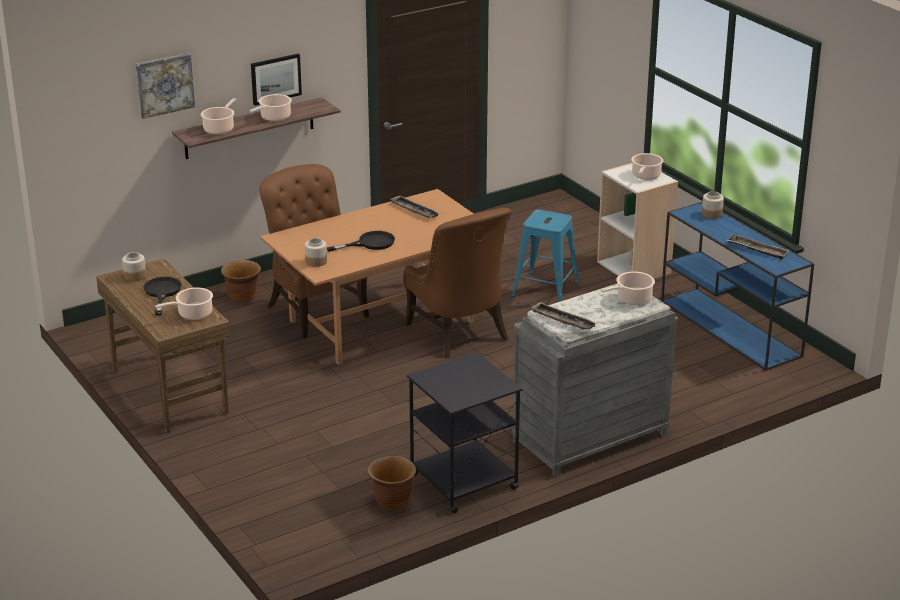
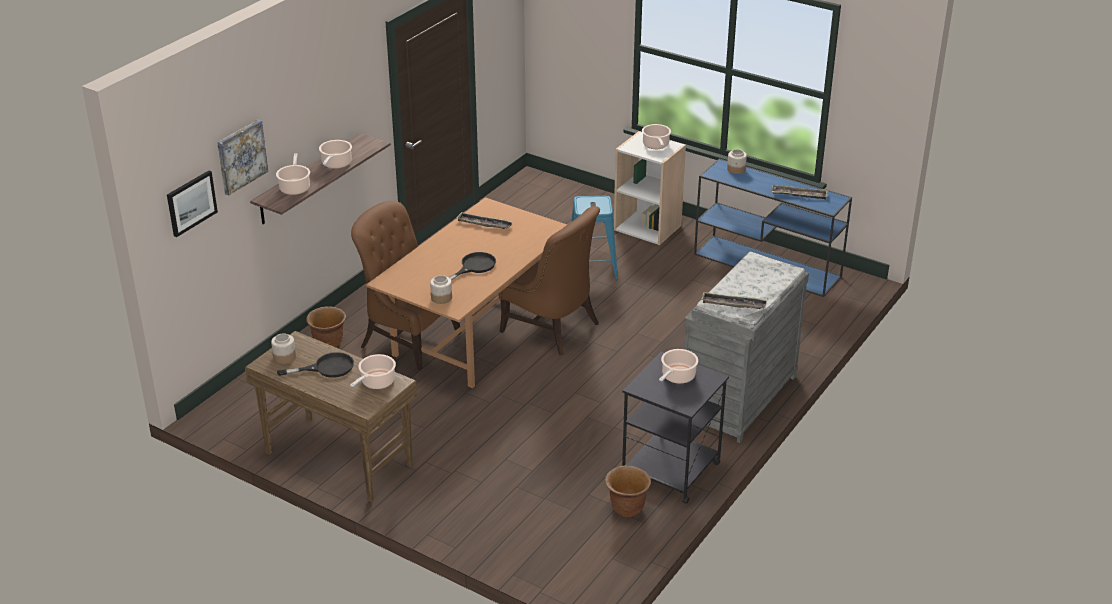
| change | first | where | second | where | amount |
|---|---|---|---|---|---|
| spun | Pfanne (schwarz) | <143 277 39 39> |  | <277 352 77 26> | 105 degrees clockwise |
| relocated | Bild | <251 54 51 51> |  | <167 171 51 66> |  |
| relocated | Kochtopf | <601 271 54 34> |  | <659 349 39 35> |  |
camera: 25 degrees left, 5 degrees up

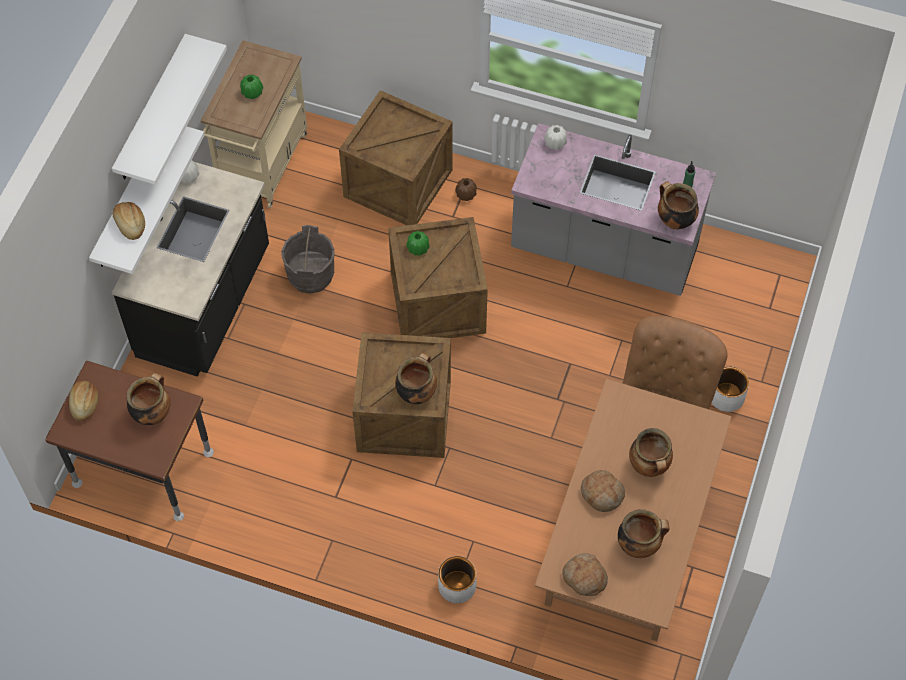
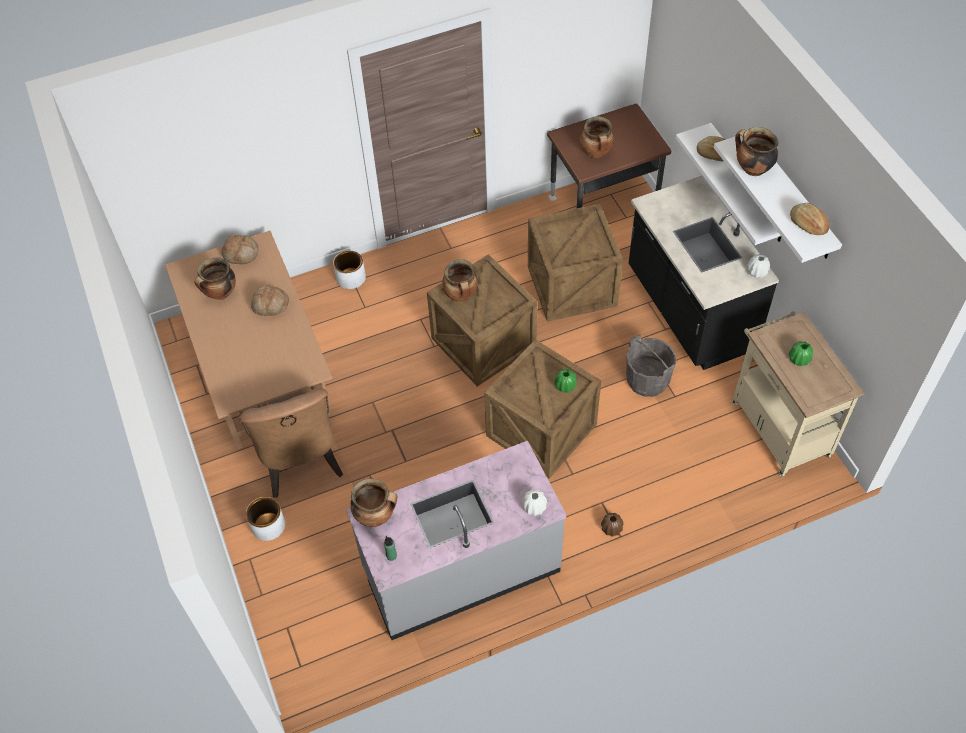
| change | first | where | second | where | amount |
|---|---|---|---|---|---|
| relocated | Brot | <69 380 29 41> |  | <790 203 40 32> |  |
| relocated | Kiste | <339 90 114 135> |  | <528 204 95 118> |  |
| relocated | Kochtopf | <629 428 44 49> |  | <735 127 43 49> |  |
camera: 140 degrees right, 5 degrees down

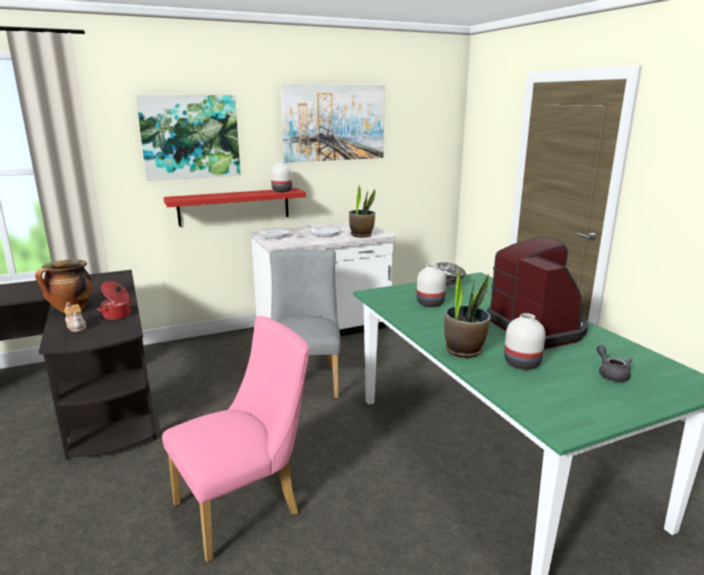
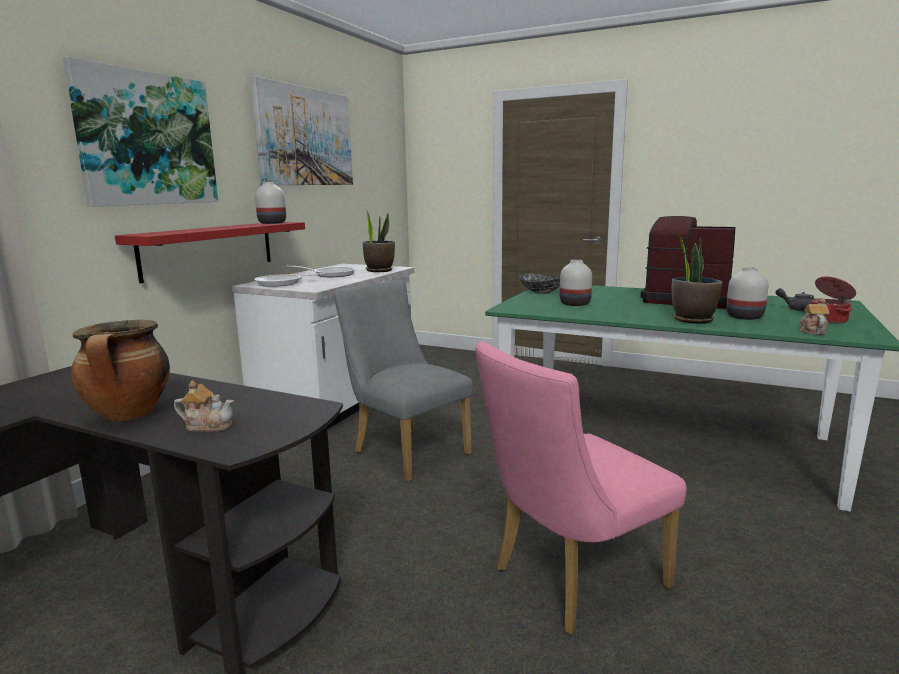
| change | first | where | second | where | amount |
|---|---|---|---|---|---|
| relocated | Kochtopf | <97 281 36 39> |  | <810 277 46 47> |  |
| spun | Stuhl (rosa) | <162 316 147 246> |  | <475 341 211 294> | 135 degrees counterclockwise |
| appeared |  |  | Teekanne | <799 298 31 37> |  |
camera: 40 degrees left, 5 degrees down

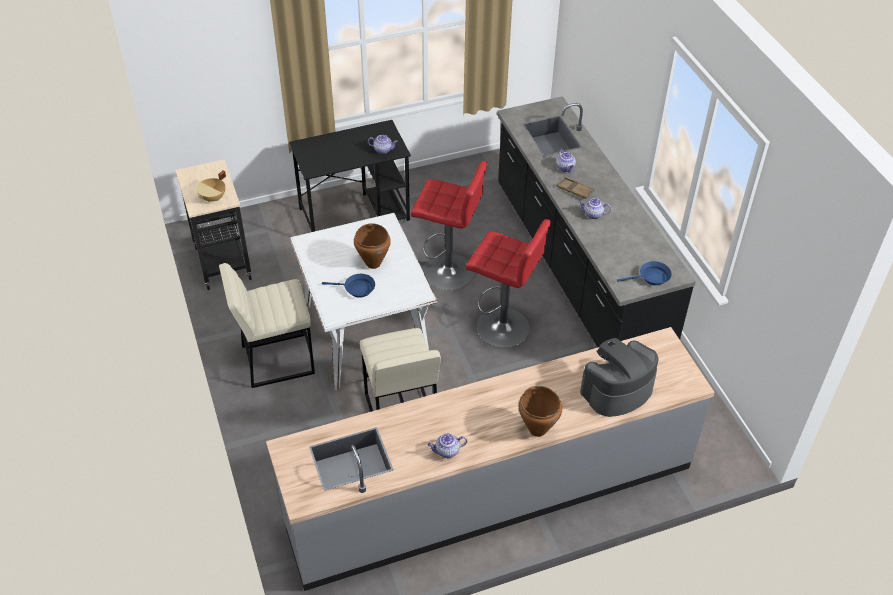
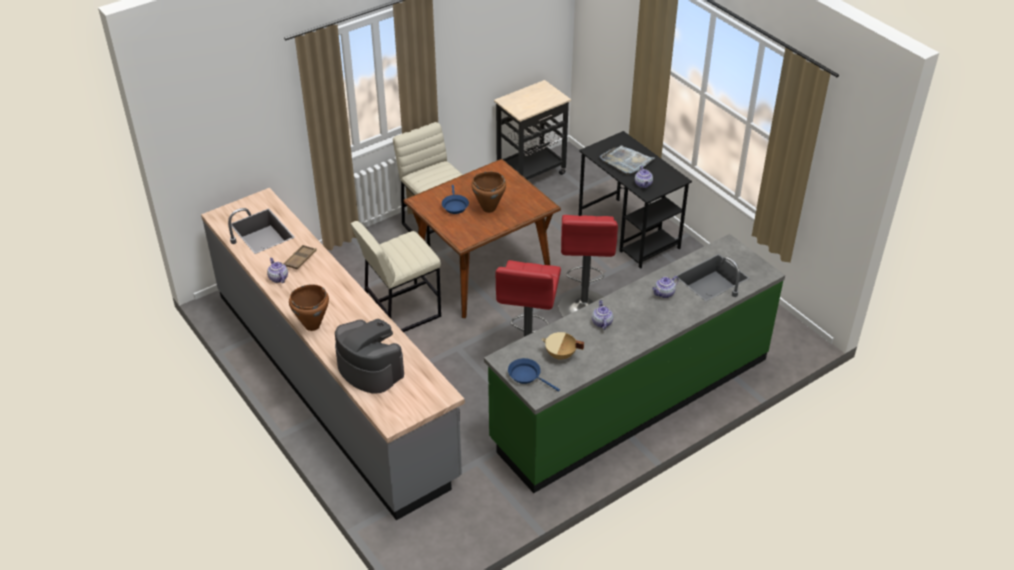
| change | first | where | second | where | amount |
|---|---|---|---|---|---|
| relocated | Kochtopf (beige) | <196 170 30 32> |  | <542 332 42 28> |  |
| colour | Esstisch (weiß) | <290 213 147 178> | Esstisch (braun) | <404 159 157 159> |  |
| colour | Küchenzeile (schwarz) | <497 96 199 252> | Küchenzeile (grün) | <484 234 301 259> |  |
| relocated | Tablett (braun) | <556 177 39 22> |  | <284 245 33 25> |  |
| spun | Pfanne (blau) | <617 261 55 24> |  | <508 358 52 33> | 150 degrees clockwise |
| appeared |  |  | Tablett (grau) | <600 145 55 30> |  |
camera: 75 degrees right, 5 degrees down

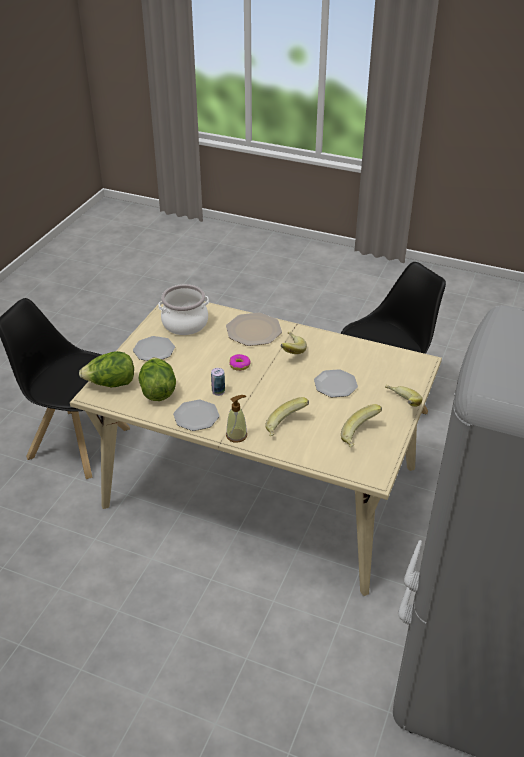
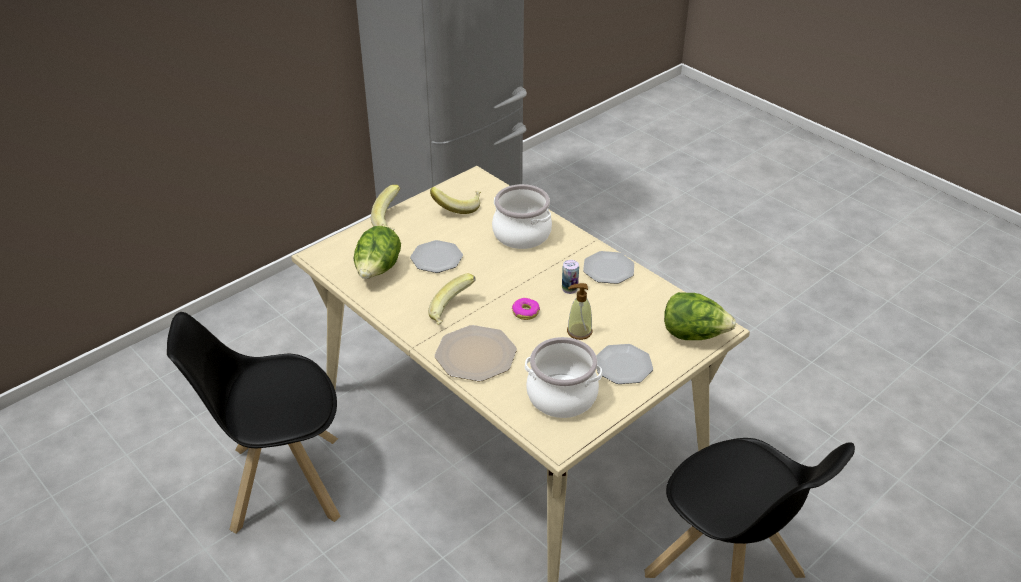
| change | first | where | second | where | amount |
|---|---|---|---|---|---|
| relocated | Salatkopf | <138 357 38 44> |  | <354 226 47 53> |  |
| relocated | Seifenspender | <226 395 21 48> |  | <567 283 26 57> |  |
| exchanged | Banane | <265 397 44 39> | Kochtopf | <492 184 60 65> |  |
camera: 155 degrees left, 0 degrees up

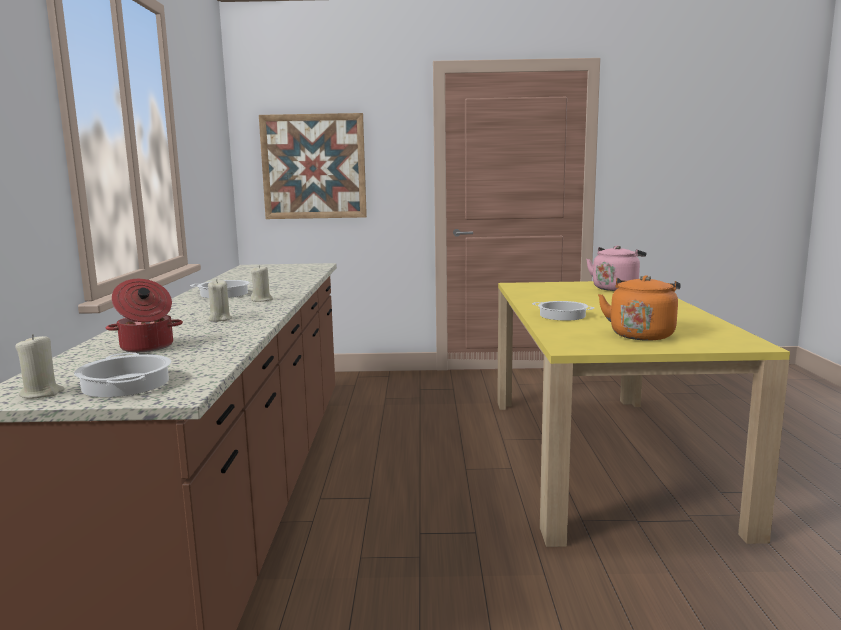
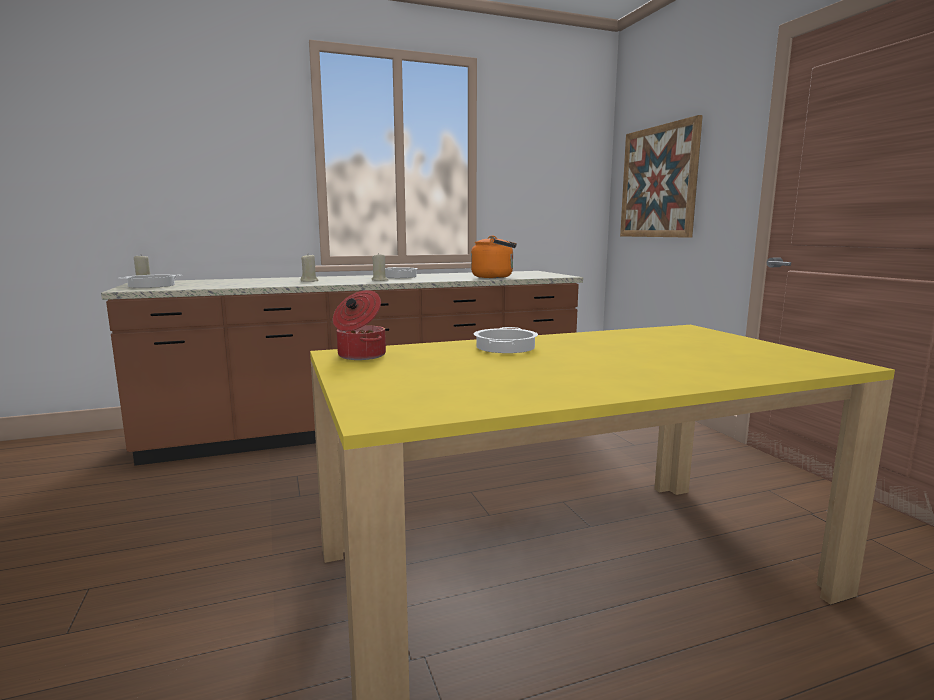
| change | first | where | second | where | amount |
|---|---|---|---|---|---|
| relocated | Kochtopf | <106 279 77 73> |  | <333 290 53 70> |  |
| missing | Wasserkessel (rosa) | <586 245 60 46> |  |  |  |
| relocated | Wasserkessel (orange) | <598 275 83 66> |  | <471 235 46 43> |  |
camera: 70 degrees right, 0 degrees up

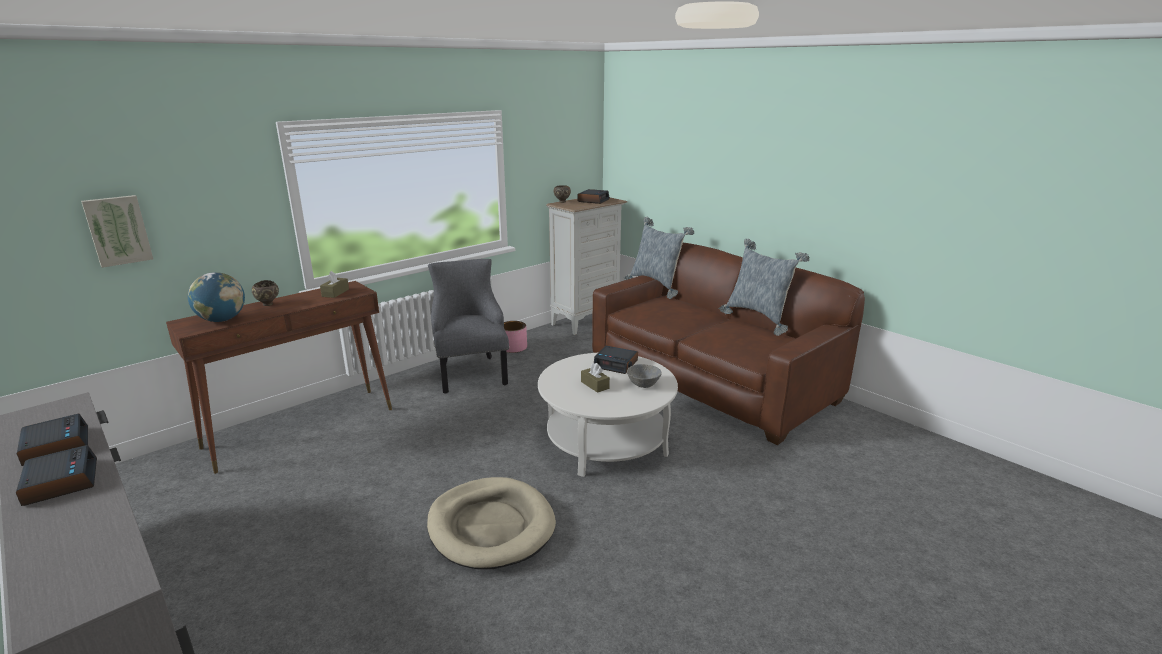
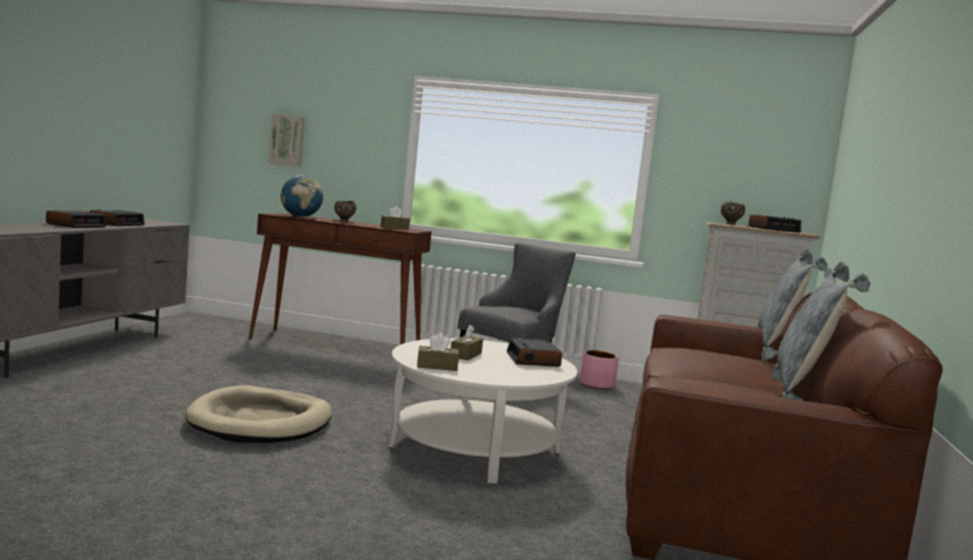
| change | first | where | second | where | amount |
|---|---|---|---|---|---|
| missing | Schüssel (grau) | <627 364 35 24> |  |  |  |
| appeared |  |  | Taschentuchbox (braun) | <417 333 42 38> |  |
camera: 55 degrees right, 15 degrees down

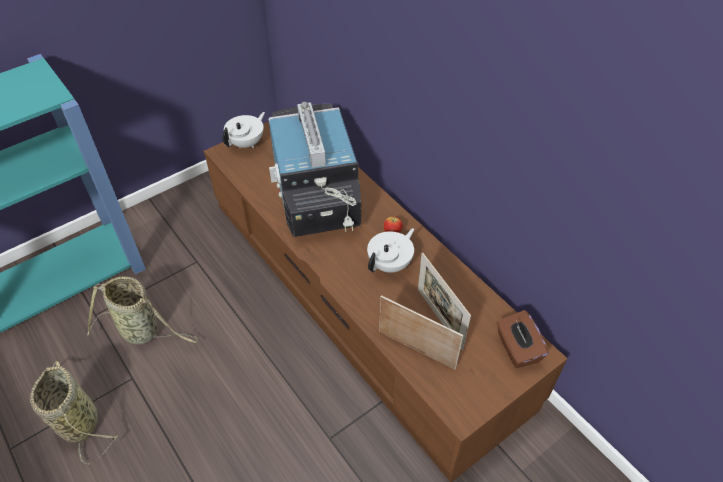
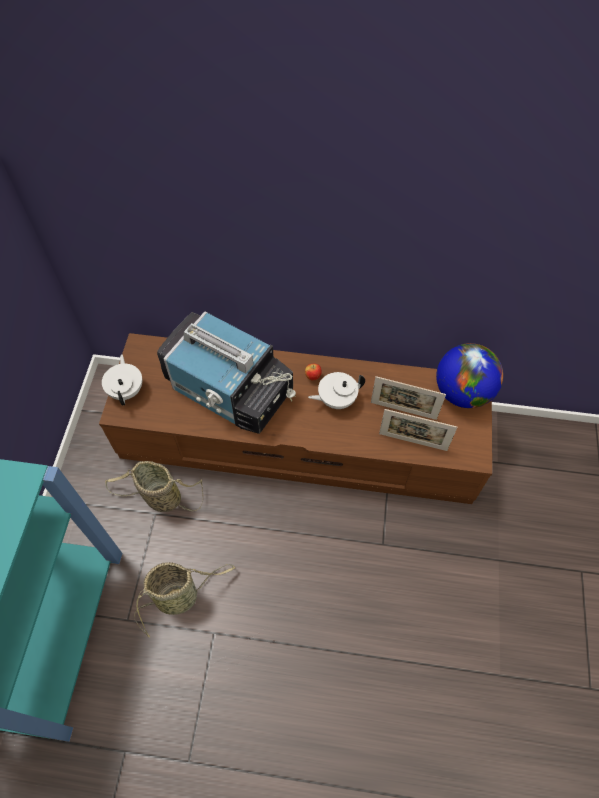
| change | first | where | second | where | amount |
|---|---|---|---|---|---|
| relocated | Korb | <30 361 88 103> |  | <105 461 98 51> |  |
| spun | Teekanne (weiß) | <367 228 47 45> |  | <308 372 57 37> | 105 degrees counterclockwise |
| spun | Bilderrahmen | <379 295 84 75> |  | <379 409 78 42> | 150 degrees counterclockwise |
| exchanged | Taschentuchbox (braun) | <496 310 53 58> | Globus | <436 343 67 65> |  |
camera: 45 degrees left, 10 degrees up

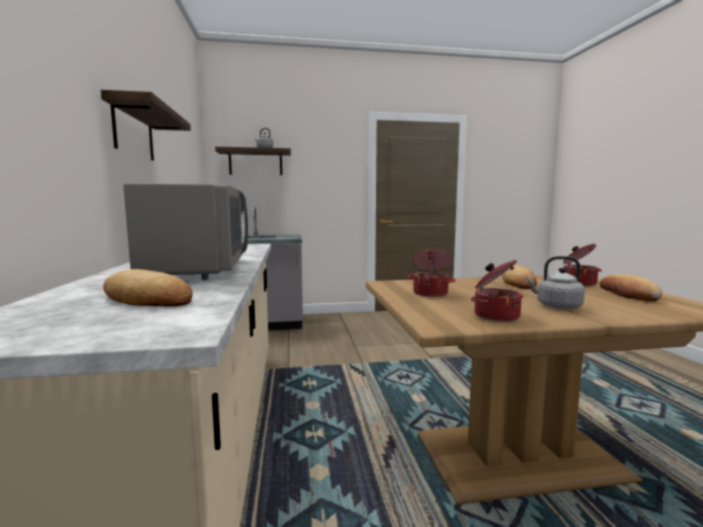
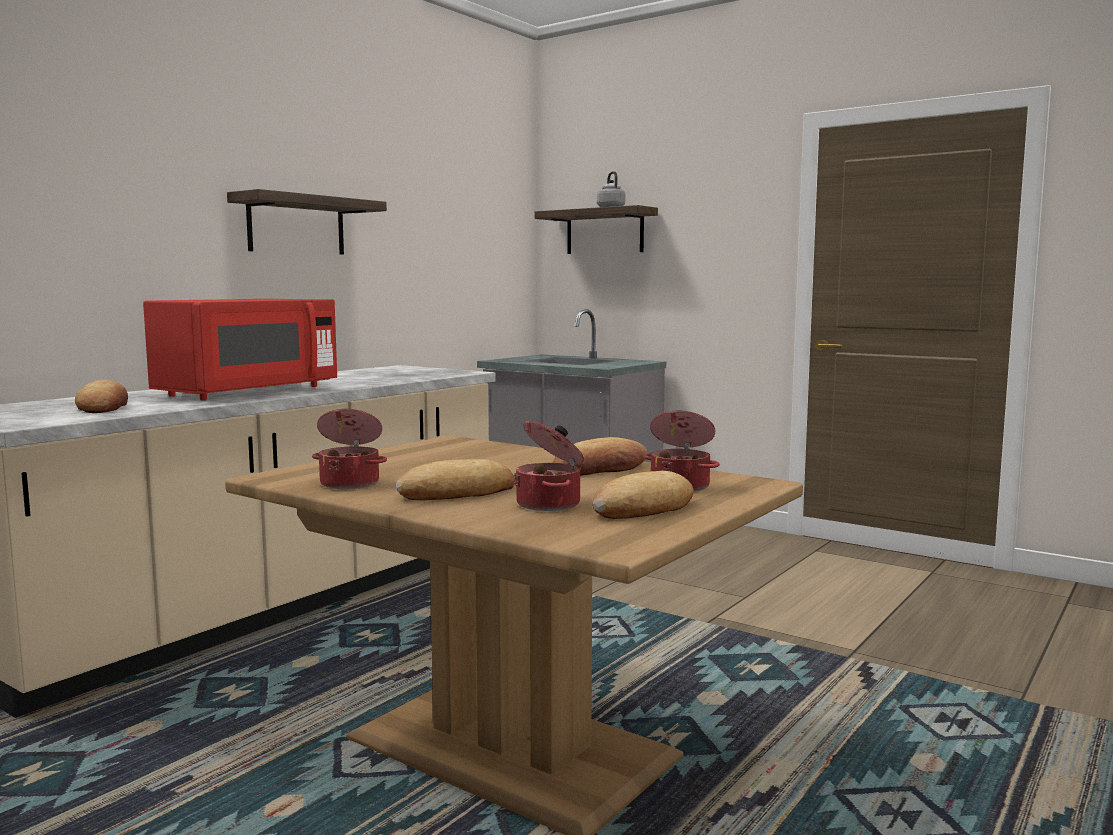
| change | first | where | second | where | amount |
|---|---|---|---|---|---|
| colour | Mikrowelle (grau) | <123 183 125 97> | Mikrowelle (rot) | <143 299 194 101> |  |
| relocated | Kochtopf | <408 249 48 48> |  | <514 421 70 90> |  |
| exchanged | Wasserkessel (grau) | <526 256 59 53> | Brot | <396 459 119 41> |  |
camera: 45 degrees right, 0 degrees up

